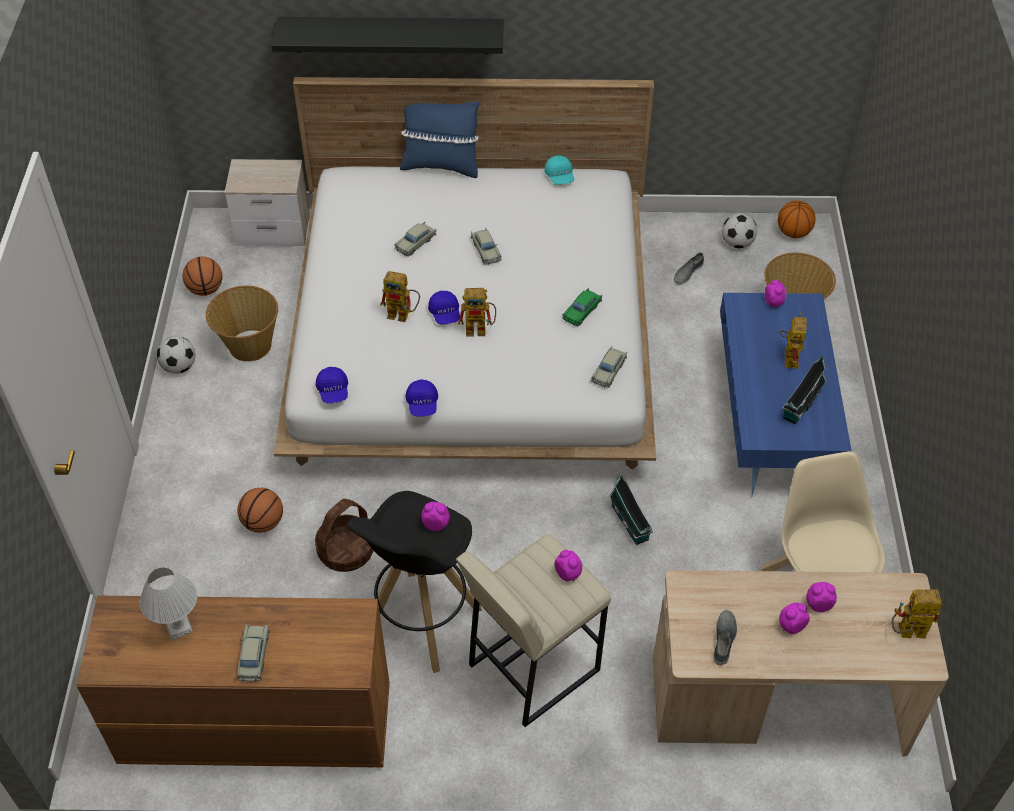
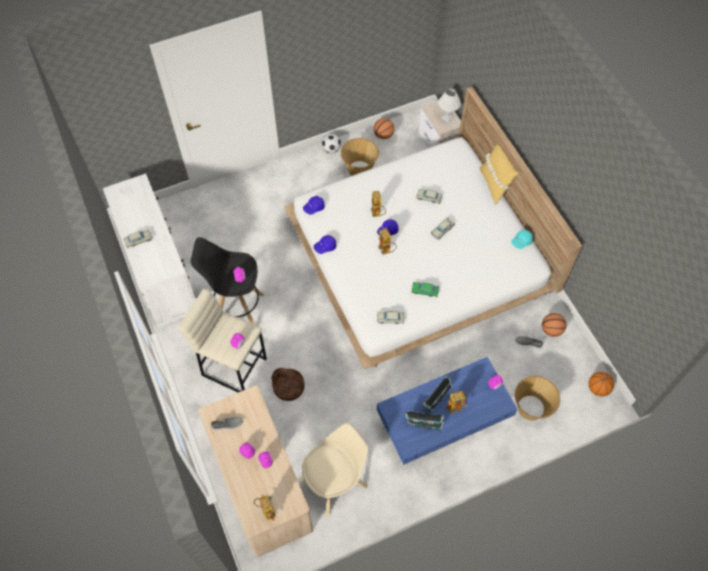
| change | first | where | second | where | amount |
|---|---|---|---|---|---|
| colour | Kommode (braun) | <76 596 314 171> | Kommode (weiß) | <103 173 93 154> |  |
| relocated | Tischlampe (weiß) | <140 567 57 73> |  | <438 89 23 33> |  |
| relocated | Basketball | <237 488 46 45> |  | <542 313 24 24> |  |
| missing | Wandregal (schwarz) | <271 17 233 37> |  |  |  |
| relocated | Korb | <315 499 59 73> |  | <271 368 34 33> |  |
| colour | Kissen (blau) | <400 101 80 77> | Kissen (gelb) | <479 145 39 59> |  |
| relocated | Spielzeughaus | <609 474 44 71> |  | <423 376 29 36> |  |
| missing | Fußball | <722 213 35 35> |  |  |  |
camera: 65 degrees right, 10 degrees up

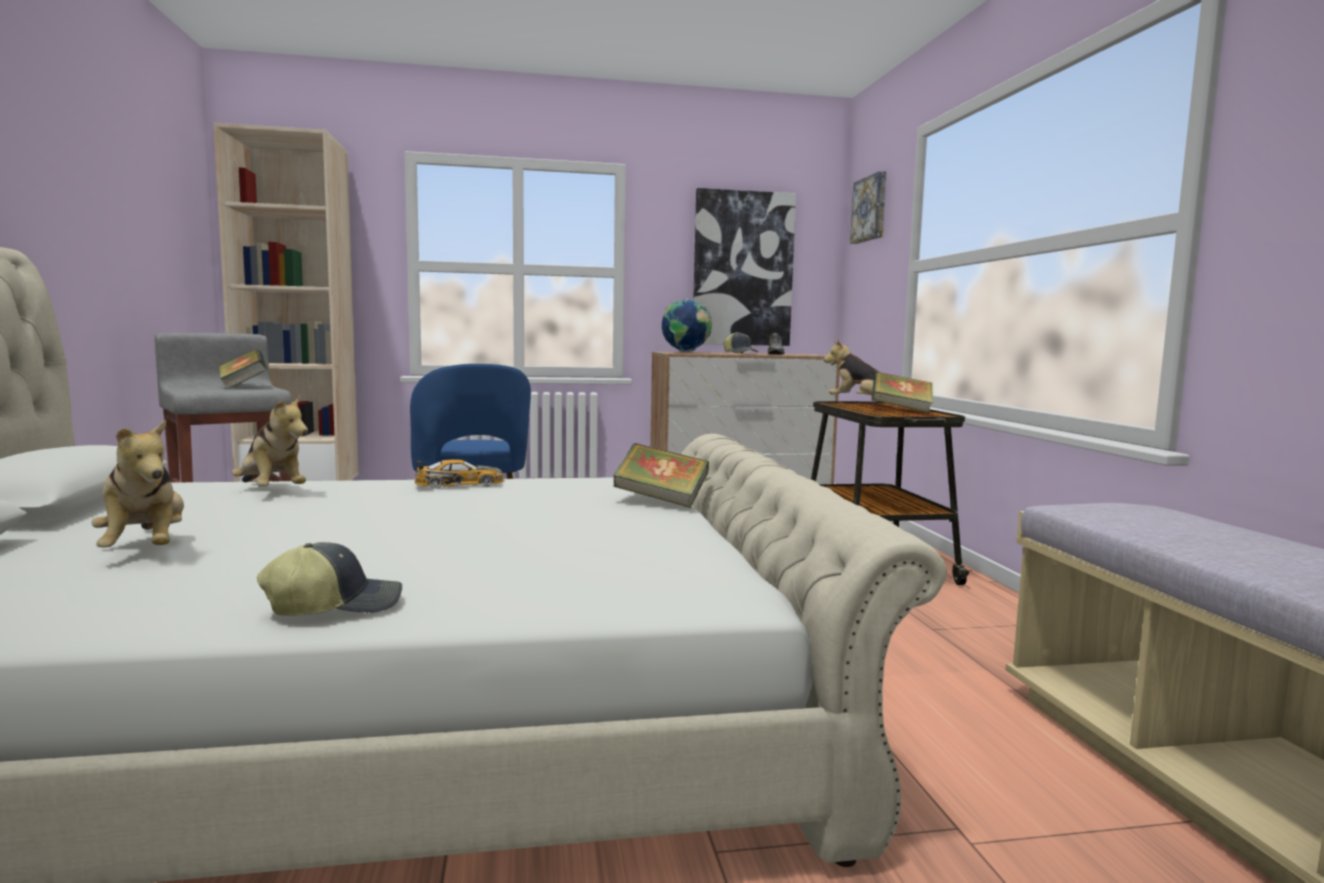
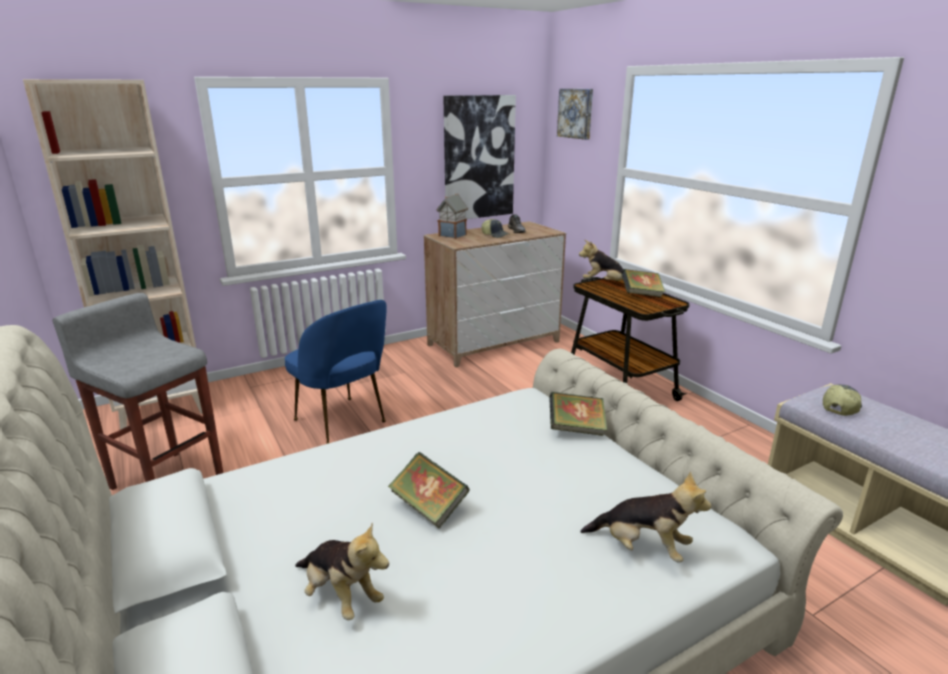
| change | first | where | second | where | amount |
|---|---|---|---|---|---|
| relocated | Buch | <219 349 48 40> |  | <388 452 82 77> |  |
| relocated | Plüschtier | <232 396 76 90> |  | <580 471 131 92> |  |
| relocated | Kappe | <257 542 145 74> |  | <823 385 39 31> |  |
| missing | Spielzeugauto | <415 459 90 30> |  |  |  |
| exchanged | Globus | <662 299 50 53> | Spielzeughaus | <437 194 31 45> |  |
camera: 20 degrees left, 15 degrees up

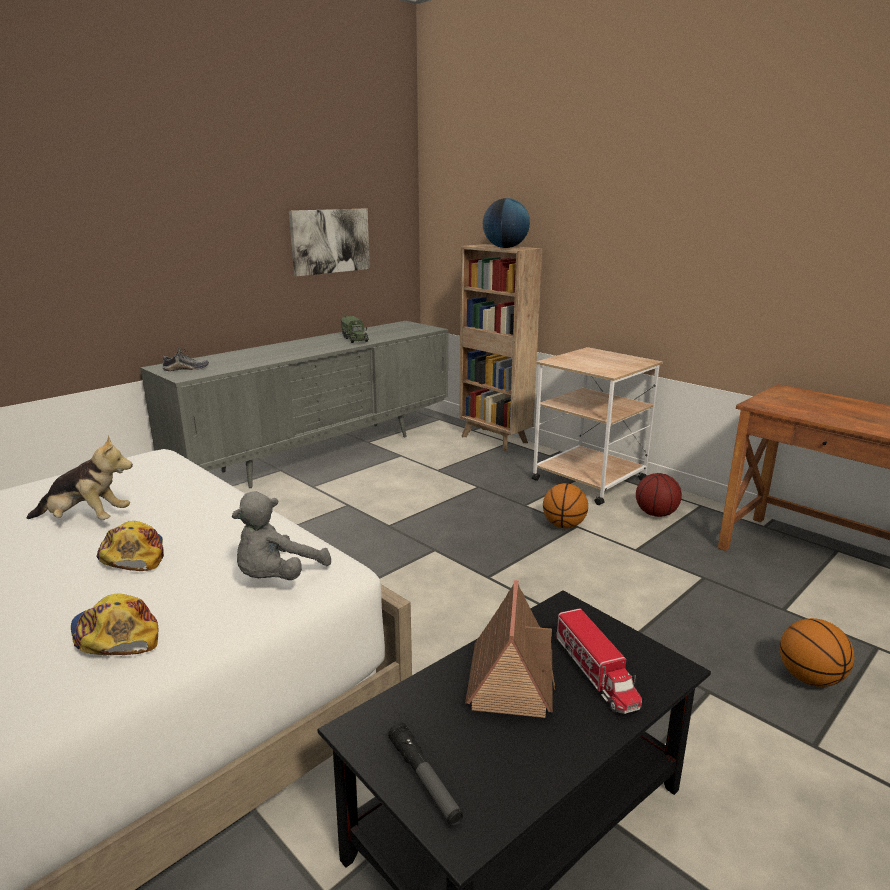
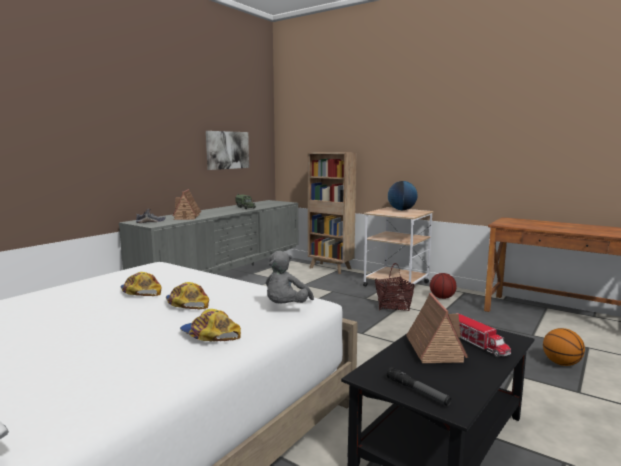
| change | first | where | second | where | amount |
|---|---|---|---|---|---|
| exchanged | Plüschtier | <27 435 106 85> | Kappe | <120 272 42 24> |  |
| relocated | Globus | <483 198 47 50> |  | <388 181 30 29> |  |
| exchanged | Basketball | <543 483 45 45> | Korb | <375 263 39 48> |  |
| appeared |  |  | Spielzeughaus | <172 189 29 31> |  |
camera: 10 degrees left, 10 degrees down

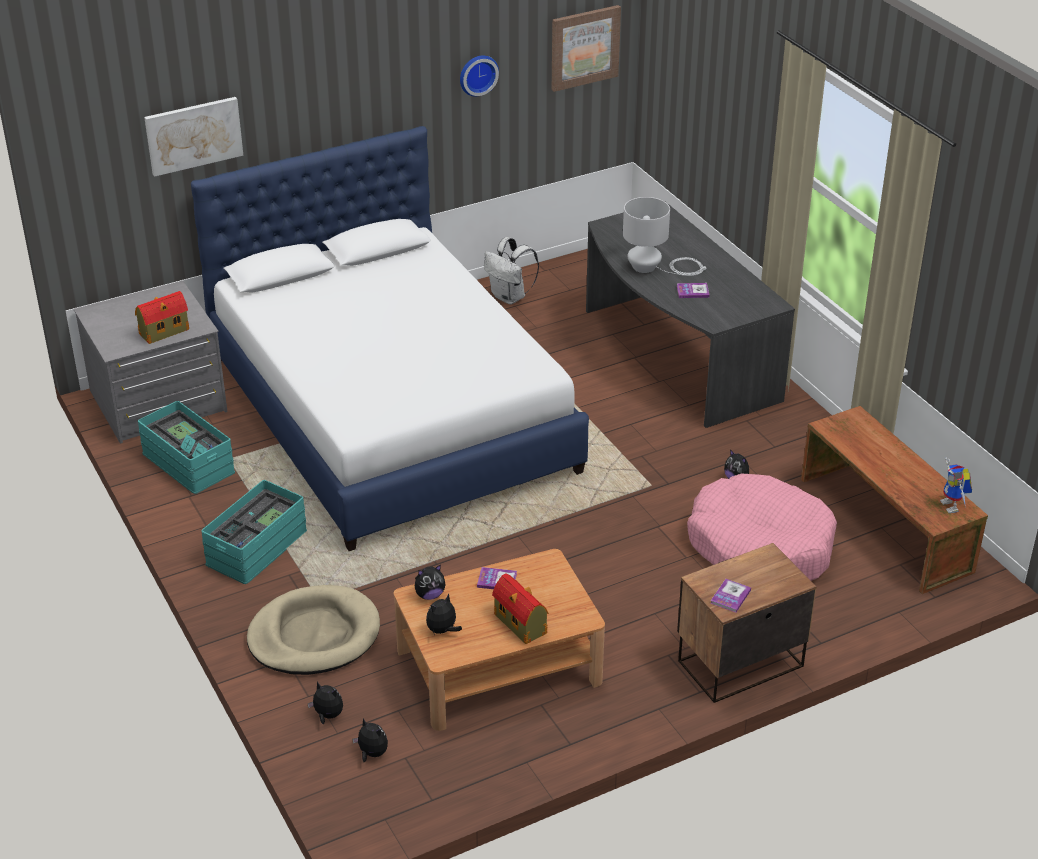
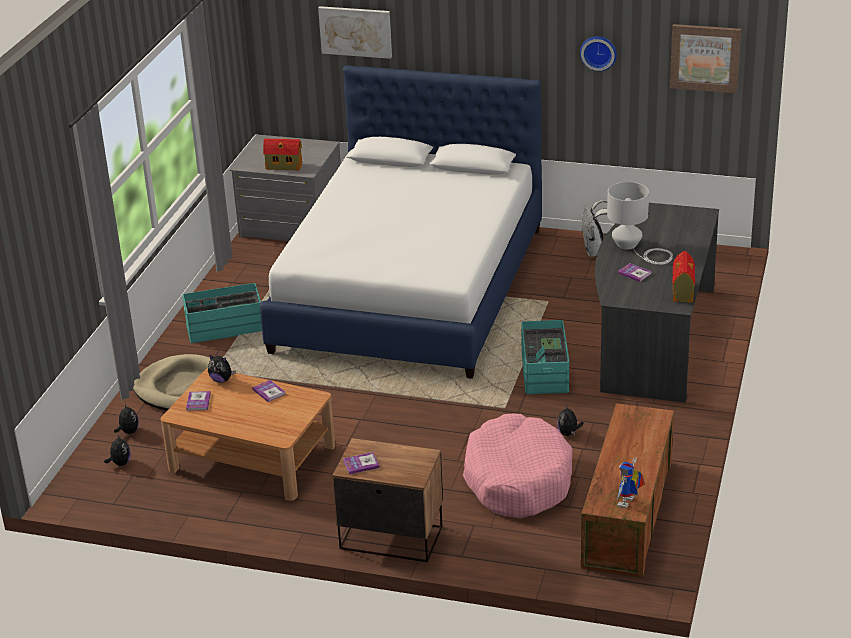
| change | first | where | second | where | amount |
|---|---|---|---|---|---|
| relocated | Aufbewahrungsbox (türkis) | <138 401 97 93> |  | <521 320 48 74> |  |
| exchanged | Plüschtier | <426 594 36 40> | Buch | <186 391 25 20> |  |
| relocated | Spielzeughaus | <492 573 57 71> |  | <672 251 23 52> |  |
camera: 45 degrees right, 5 degrees down

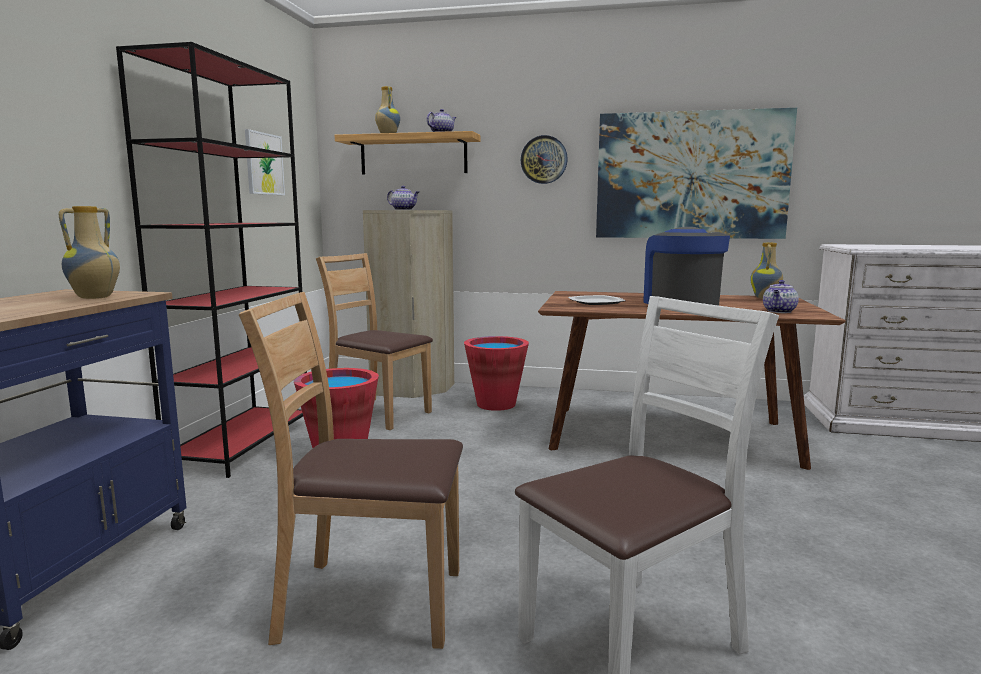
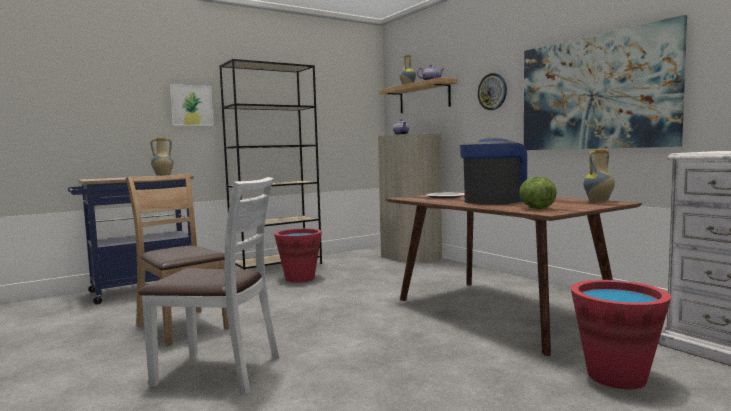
| change | first | where | second | where | amount |
|---|---|---|---|---|---|
| colour | Bücherregal (rot) | <116 42 191 436> | Bücherregal (beige) | <219 59 103 211> |  |
| relocated | Bild | <245 129 40 66> |  | <169 84 45 42> |  |
| missing | Stuhl (braun) | <316 253 117 177> |  |  |  |
| relocated | Eimer (rot) | <464 336 65 75> |  | <571 280 100 109> |  |
| exchanged | Teekanne | <763 280 36 33> | Salatkopf | <519 176 38 33> |  |
camera: 45 degrees right, 5 degrees down

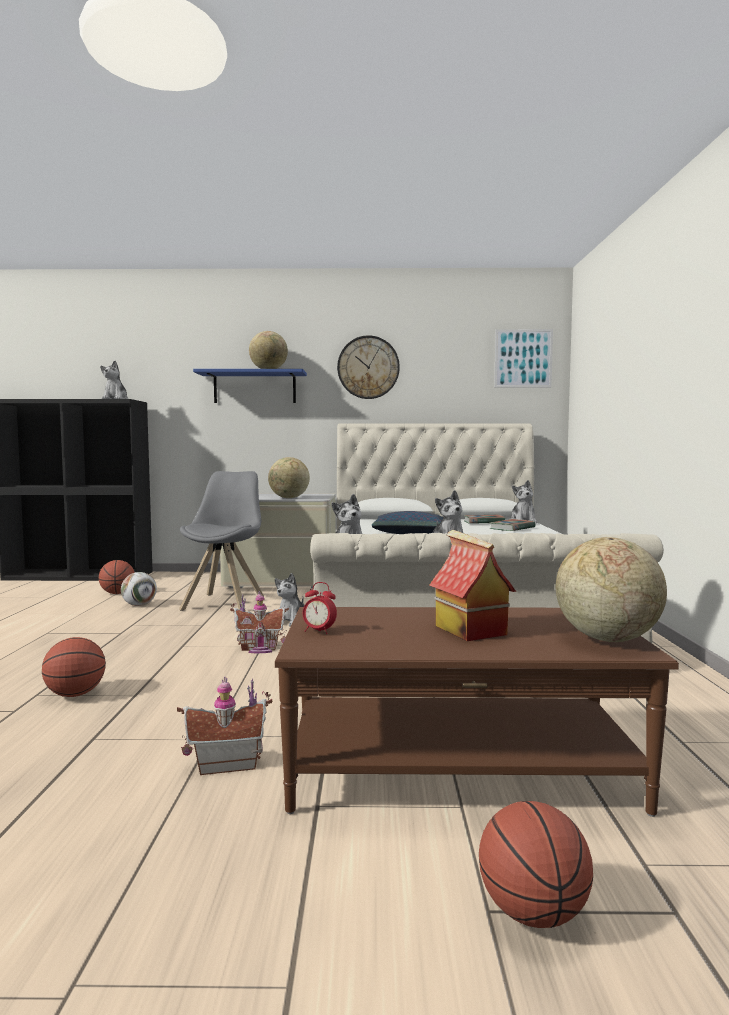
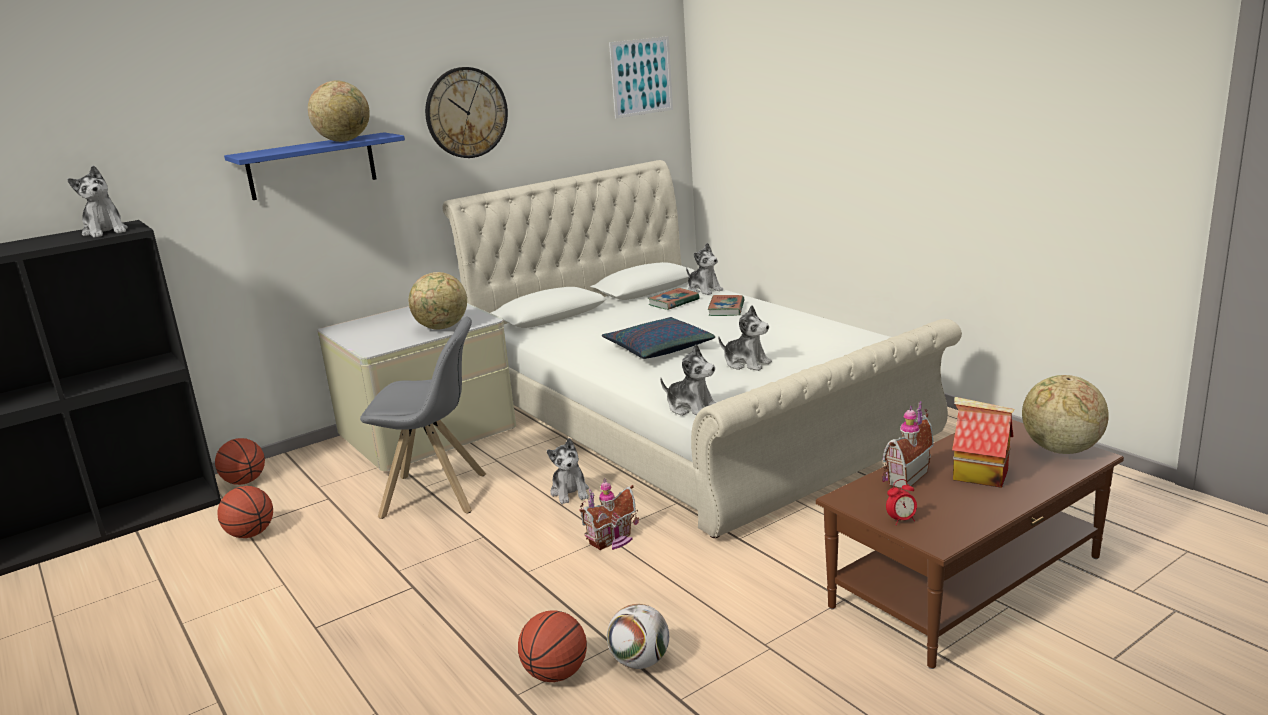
| change | first | where | second | where | amount |
|---|---|---|---|---|---|
| relocated | Fußball | <121 572 36 34> |  | <607 604 62 65> |  |
| relocated | Spielzeughaus | <177 677 95 98> |  | <882 401 52 87> |  |
| spun | Stuhl (grau) | <179 471 85 140> |  | <360 317 126 202> | 120 degrees clockwise |
| relocated | Basketball | <479 801 114 127> |  | <215 438 50 47> |  |
camera: 35 degrees left, 15 degrees up

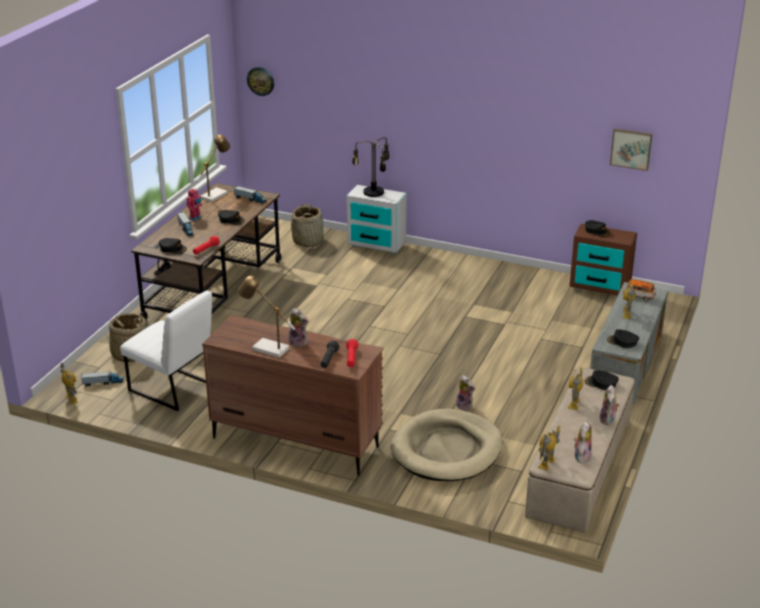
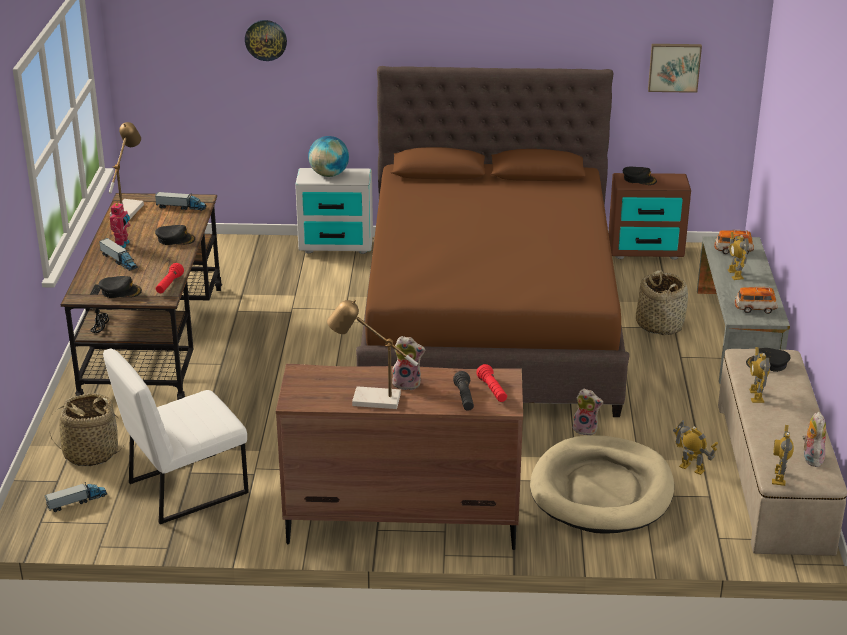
| change | first | where | second | where | amount |
|---|---|---|---|---|---|
| relocated | Spielzeugroboter | <61 363 17 41> |  | <673 420 45 55> |  |
| spun | Stuhl (weiß) | <120 290 92 121> |  | <103 348 146 176> | 135 degrees clockwise |
| relocated | Wanduhr | <247 67 27 29> |  | <245 20 42 41> |  |
| relocated | Korb | <291 204 33 43> |  | <636 270 52 65> |  |
| exchanged | Tischlampe | <352 137 37 60> | Globus | <308 136 41 41> |  |
| missing | Plüschtier | <599 385 20 40> |  |  |  |
| exchanged | Kappe (schwarz) | <607 329 32 19> | Spielzeugauto | <735 286 42 28> |  |
| appeared |  |  | Bett (braun) | <356 66 274 351> |  |
camera: 20 degrees left, 0 degrees up

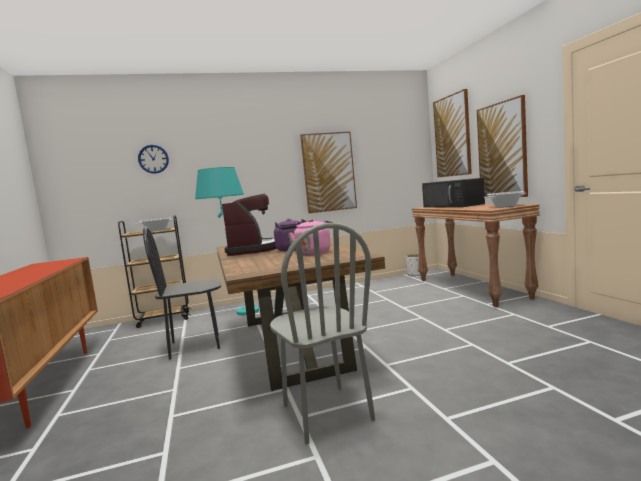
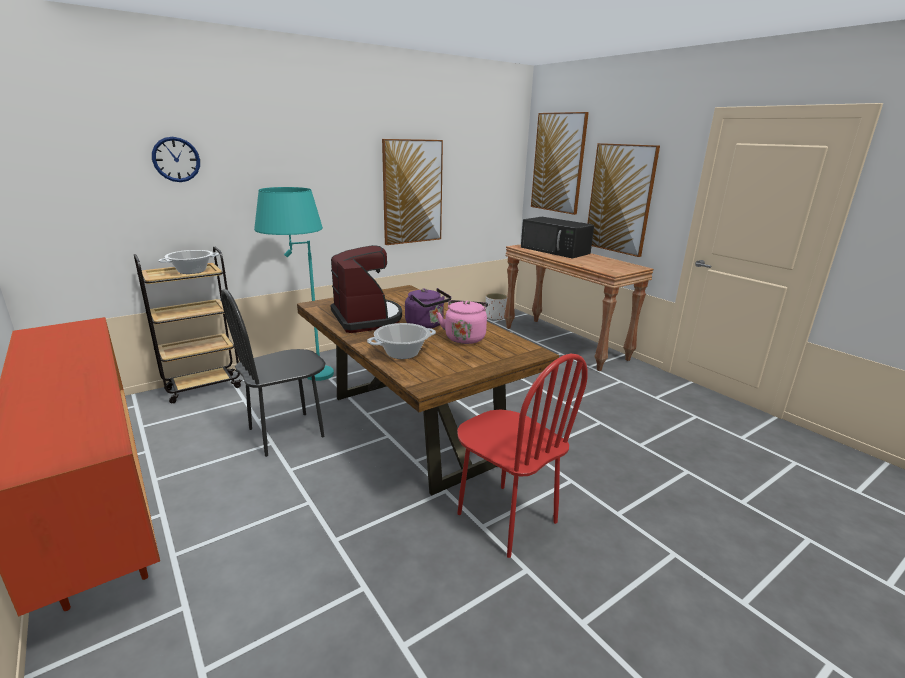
| change | first | where | second | where | amount |
|---|---|---|---|---|---|
| colour | Stuhl (grau) | <270 223 105 222> | Stuhl (rot) | <457 354 131 204> |  |
| relocated | Kochtopf | <484 191 42 17> |  | <367 323 69 36> |  |
camera: 20 degrees left, 15 degrees up

